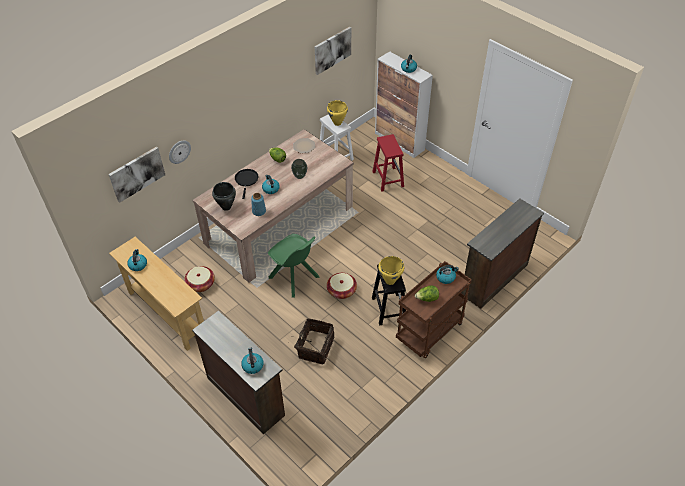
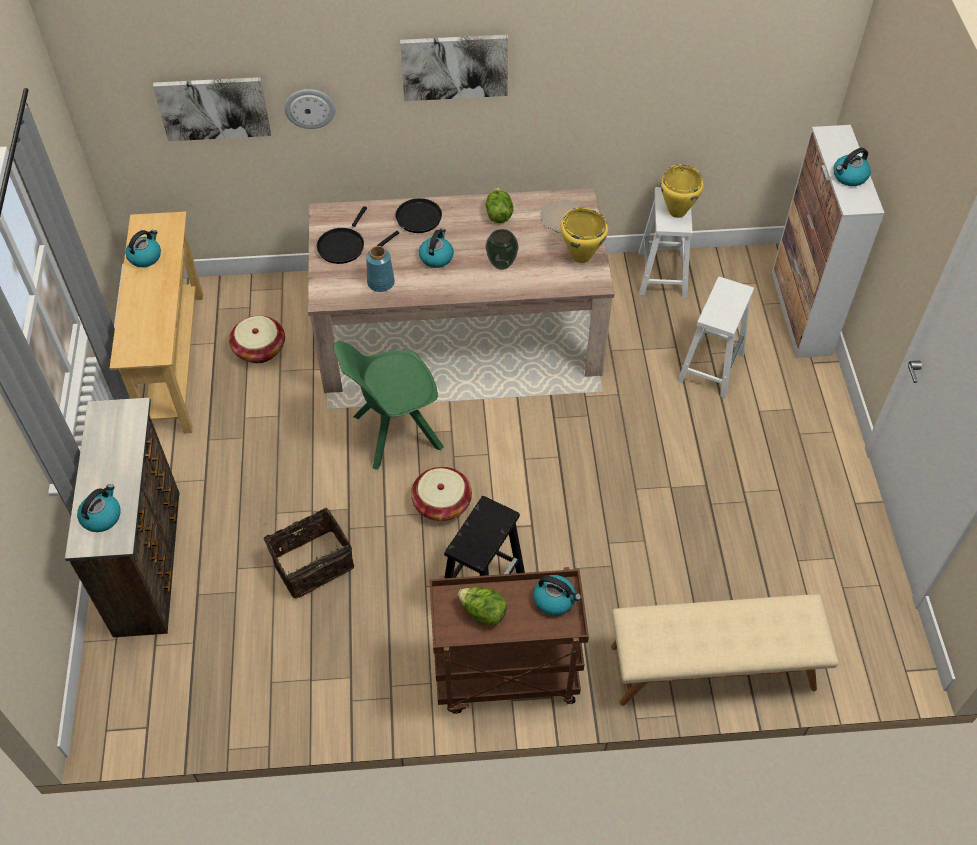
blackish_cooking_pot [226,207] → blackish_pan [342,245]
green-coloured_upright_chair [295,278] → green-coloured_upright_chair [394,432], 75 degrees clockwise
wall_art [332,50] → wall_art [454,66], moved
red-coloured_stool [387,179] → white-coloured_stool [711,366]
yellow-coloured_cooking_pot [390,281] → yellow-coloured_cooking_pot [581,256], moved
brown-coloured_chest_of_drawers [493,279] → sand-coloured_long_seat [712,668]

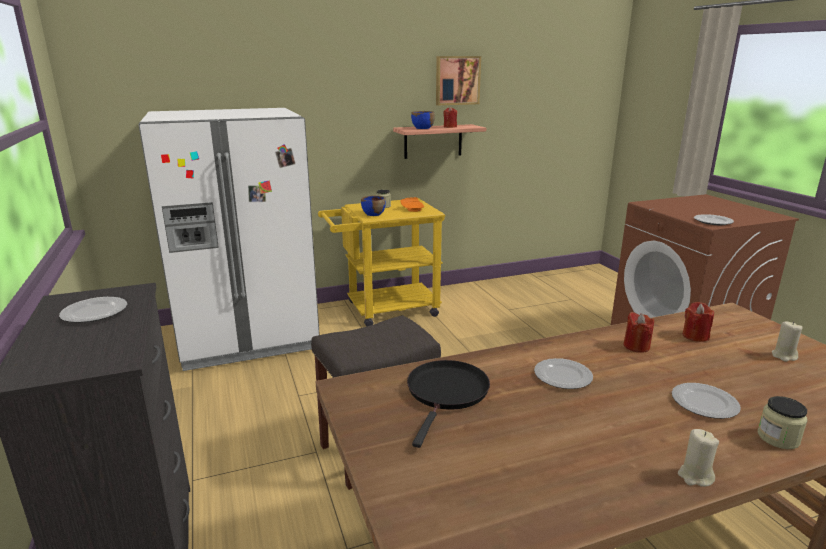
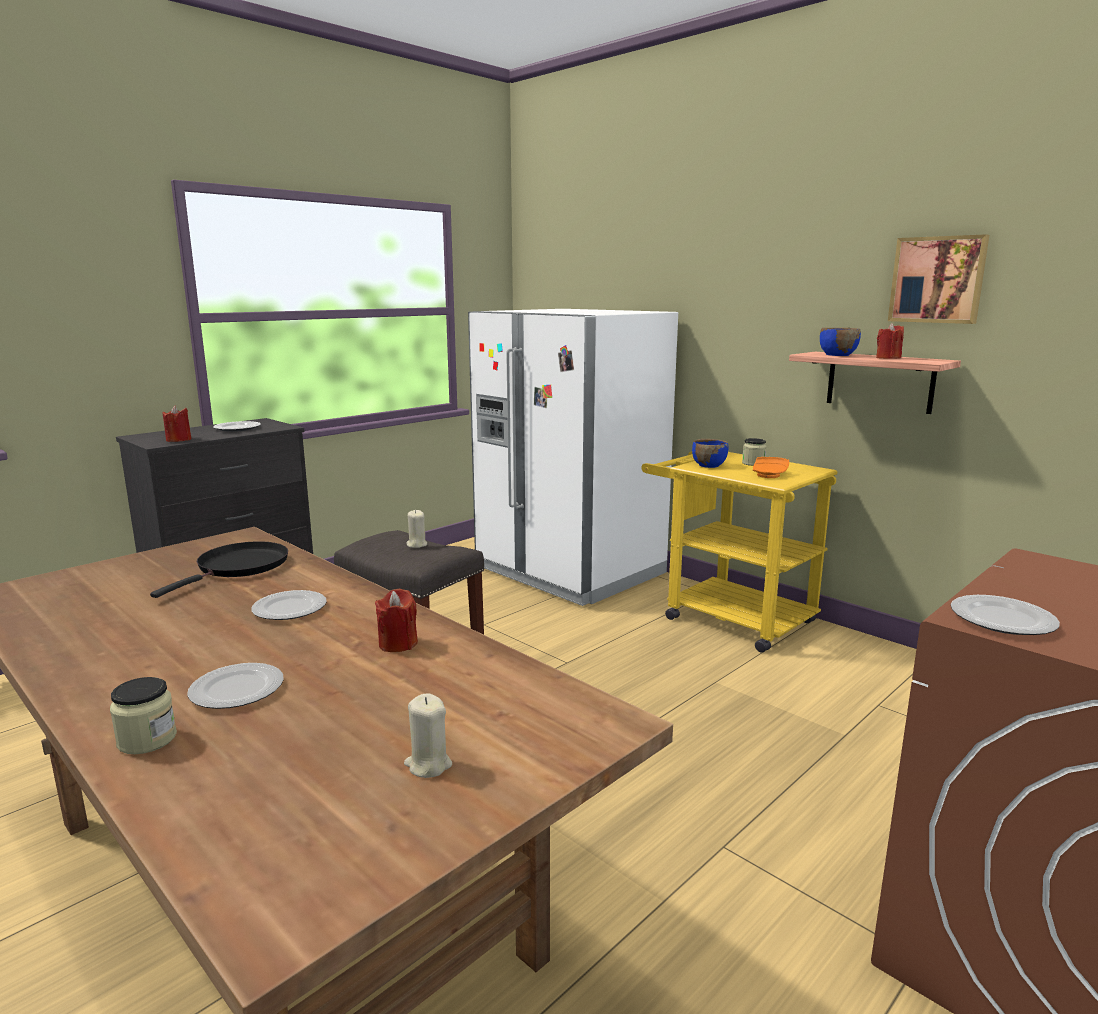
blackish_pan [446,393] → blackish_pan [239,567], 60 degrees counterclockwise
sand-coloured_wax_light [695,476] → sand-coloured_wax_light [416,544], moved
red-coloured_wax_light [695,336] → red-coloured_wax_light [178,440], moved

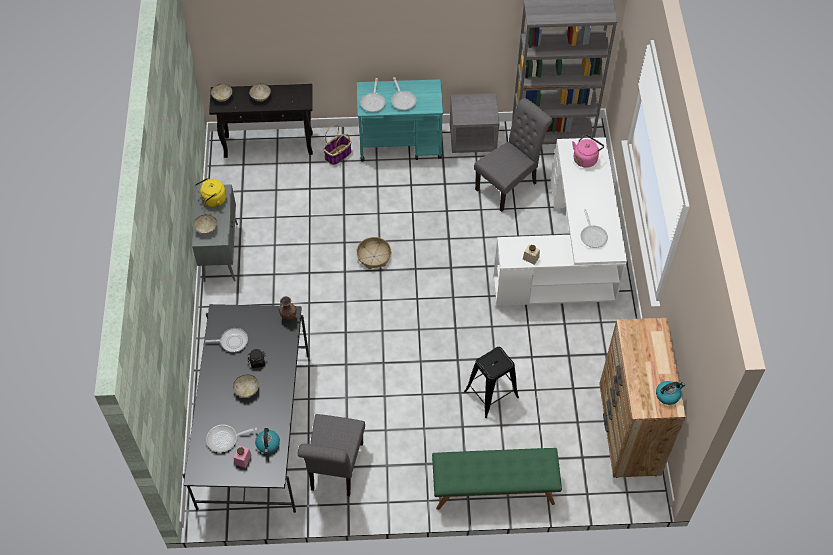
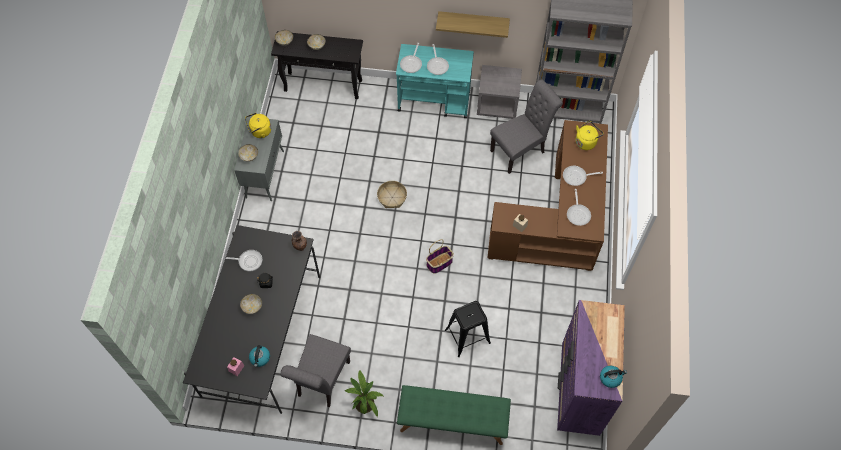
pan [225,439] → pan [576,177], moved
storage_basket [338,155] → storage_basket [439,263], moved
white-coloured_desk_unit [568,255] → brown-coloured_desk_unit [558,222]
pink_tea_kettle [585,158] → yellow-coloured_tea_kettle [586,141]
brown-coloured_chest_of_drawers [628,432] → purple_chest_of_drawers [579,391]
- → plant_in_a_pot [365,401]
- → bracket_shelf [473,21]

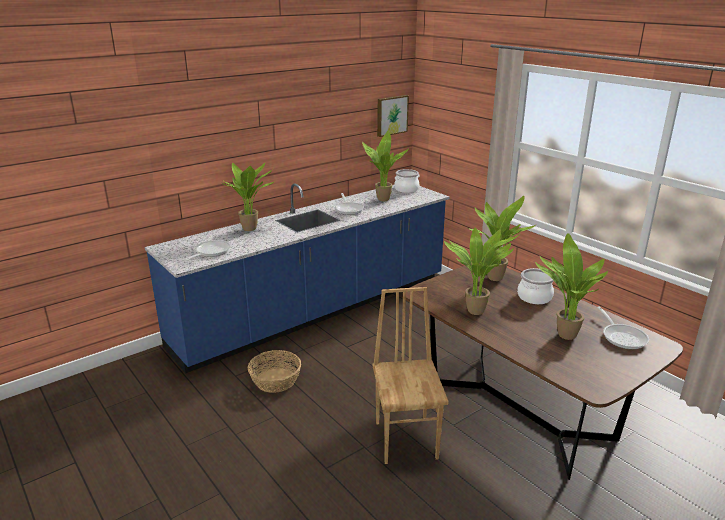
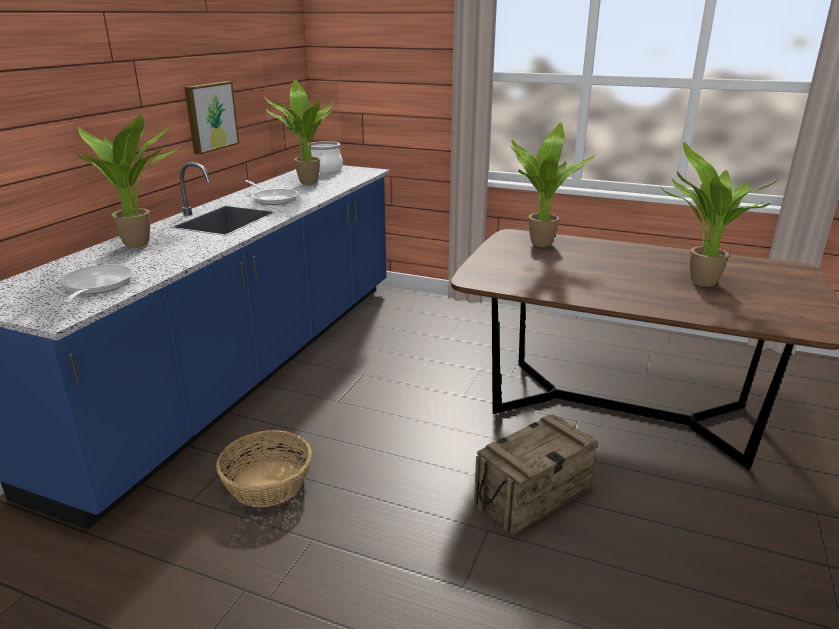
brown-coloured_upright_chair [407,439] → packing_crate [532,496]
wall_art [391,115] → wall_art [210,116], moved
plant_in_a_pot [477,310] → -
cooking_pot [534,297] → -
pan [622,337] → -

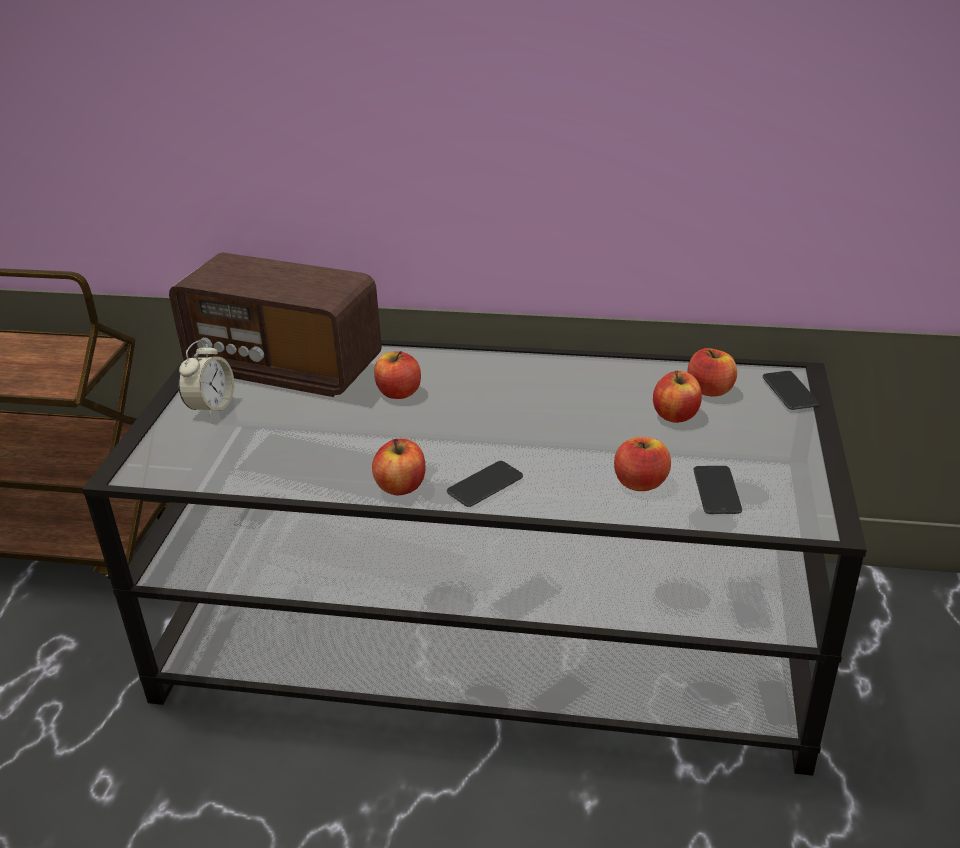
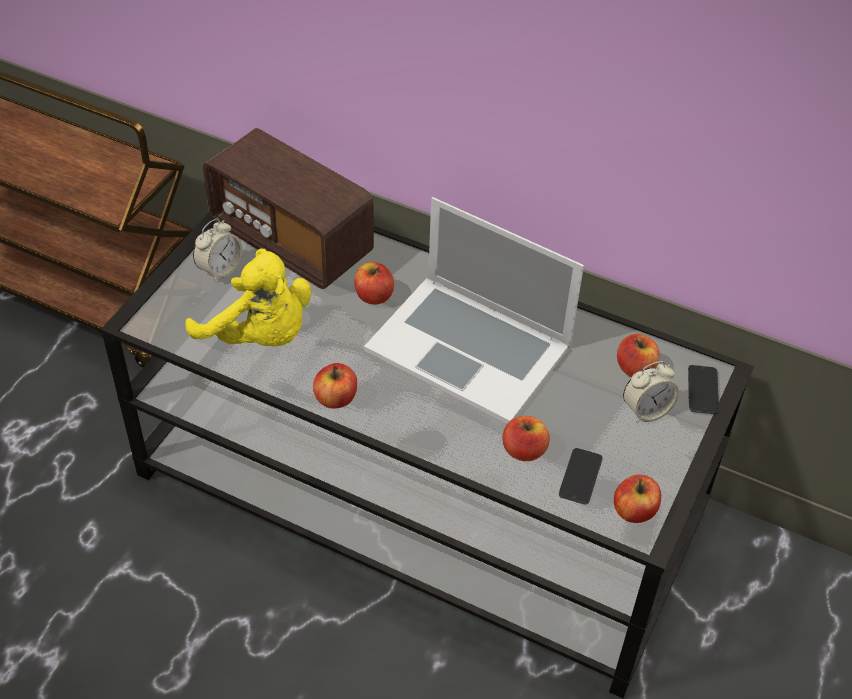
phone [485,485] → -
apple_fruit [675,415] → apple_fruit [634,511], moved
- → yellow-coloured_plush_toy [259,336]
- → portable_computer [469,347]
- → bedside_clock [646,410]

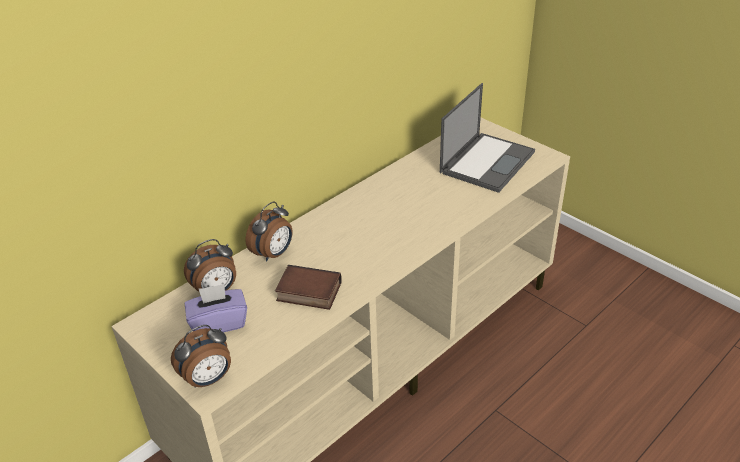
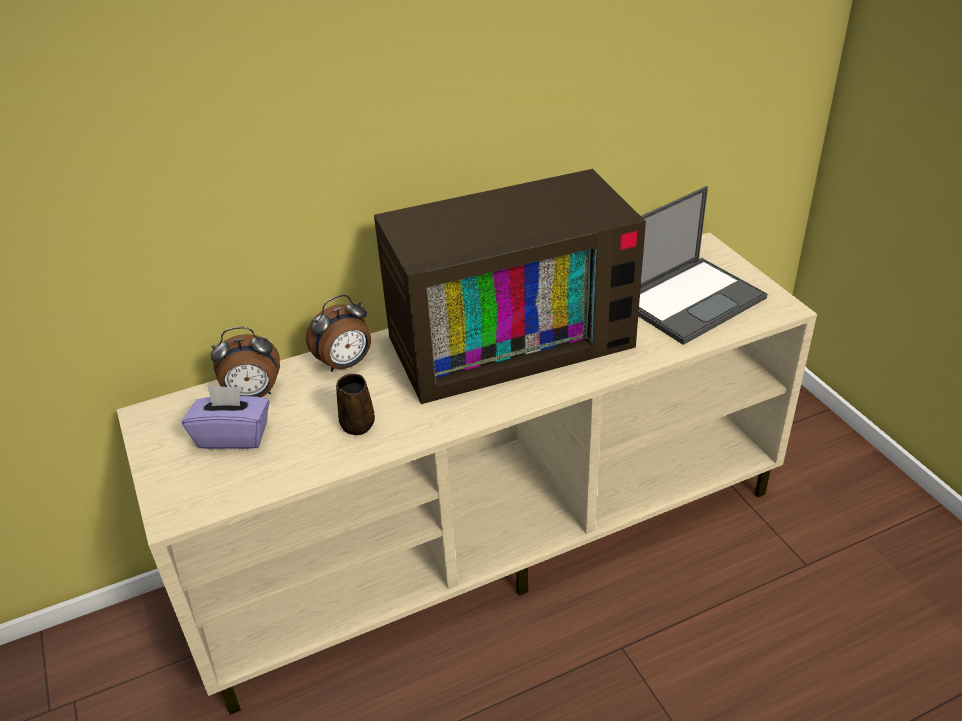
bedside_clock [208,379] → -
book [307,293] → brown-coloured_tea_mug [358,423]
- → television [510,337]

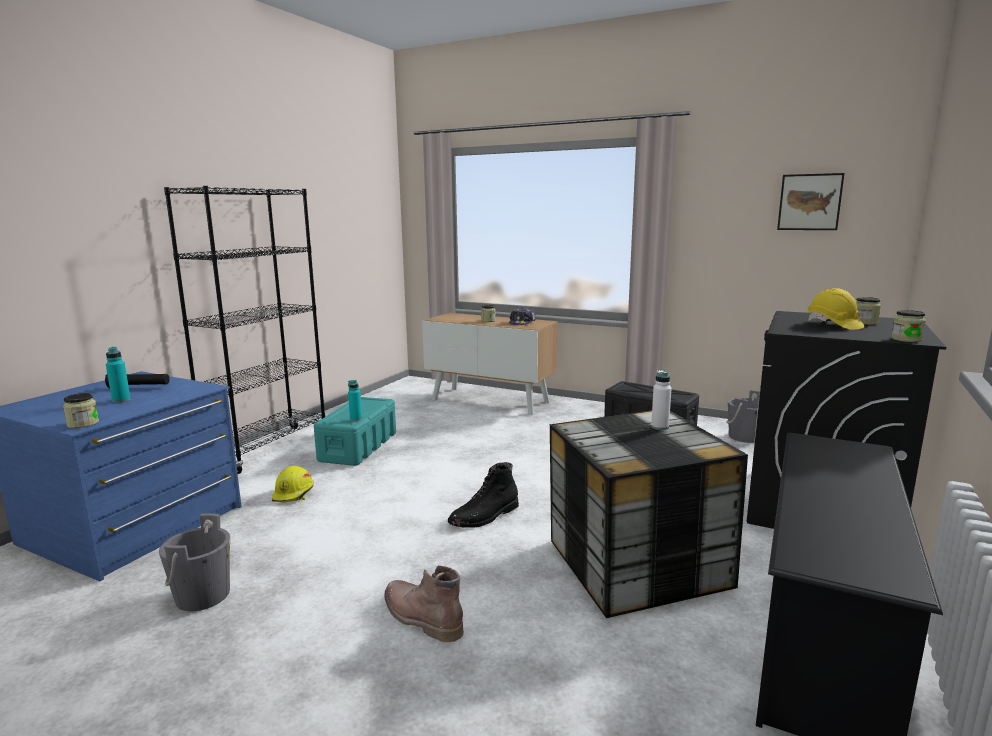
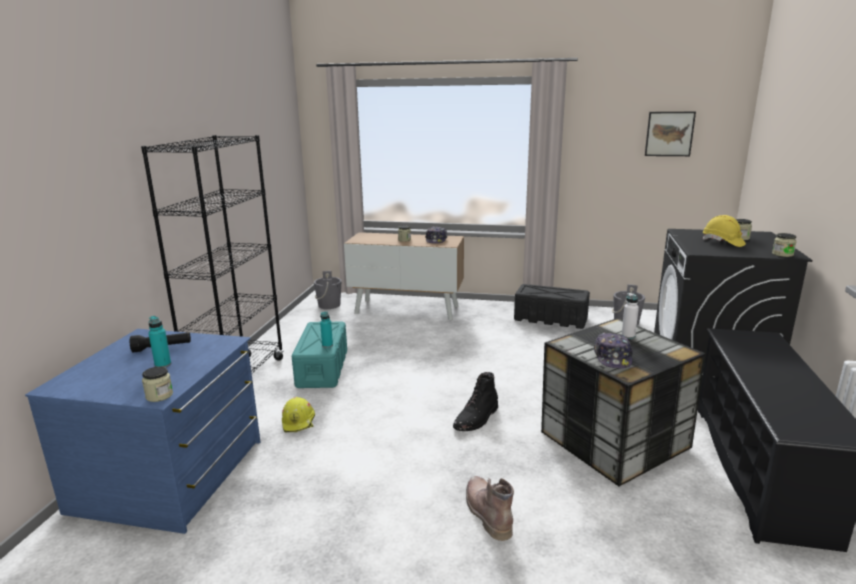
gray_water_bucket [203,595] → gray_water_bucket [329,305], moved
brown-coloured_tall_boot [420,617] → brown-coloured_tall_boot [486,512], 45 degrees clockwise
- → cap [613,358]

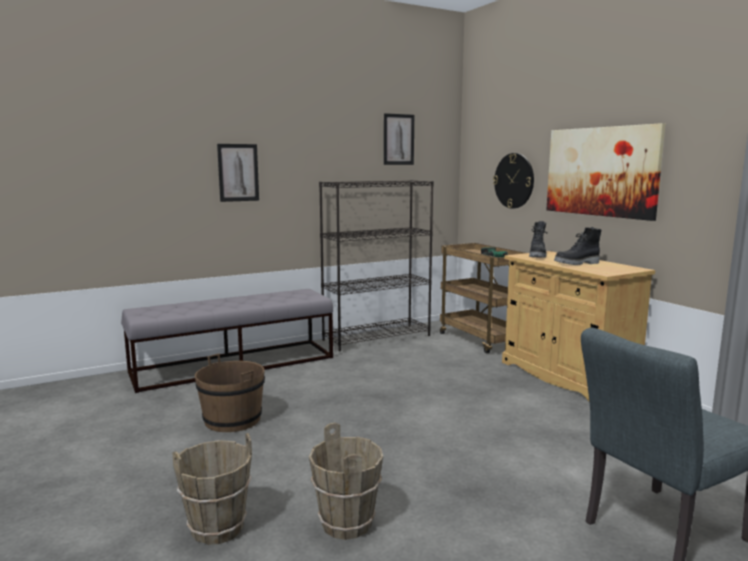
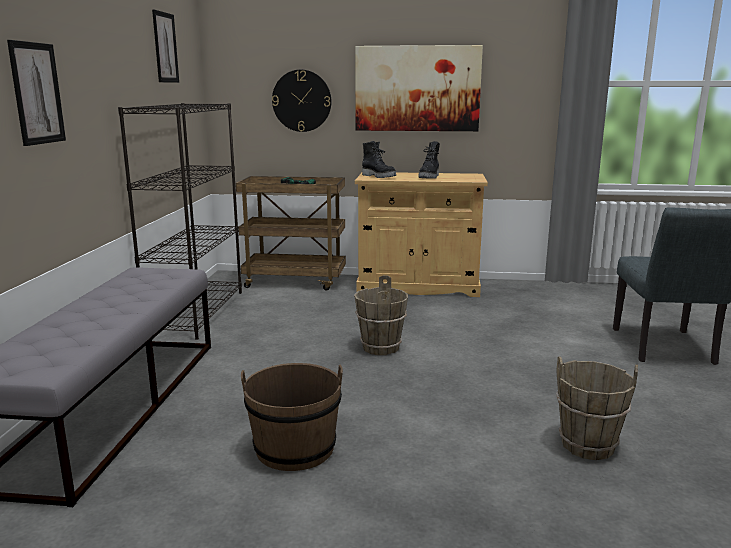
brown-coloured_water_bucket [217,528] → brown-coloured_water_bucket [380,348], moved

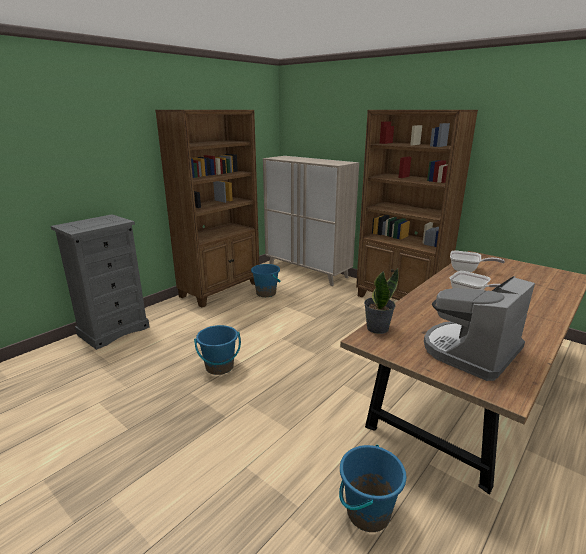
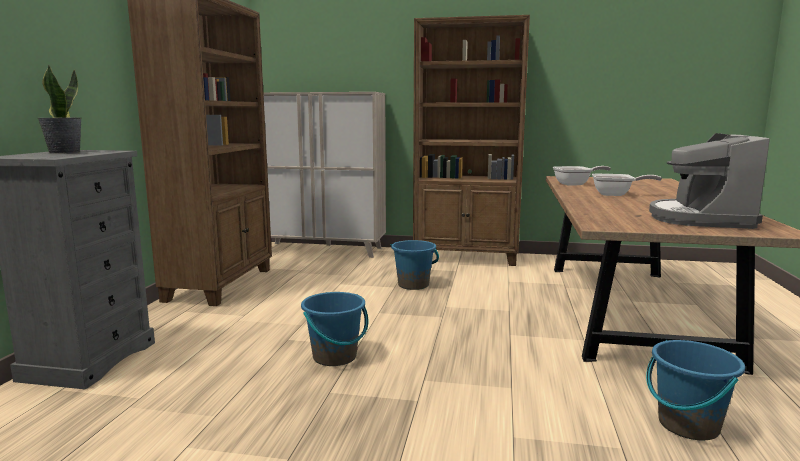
blue-coloured_water_bucket [266,293] → blue-coloured_water_bucket [413,285], moved
plant_in_a_pot [377,328] → plant_in_a_pot [64,152], moved

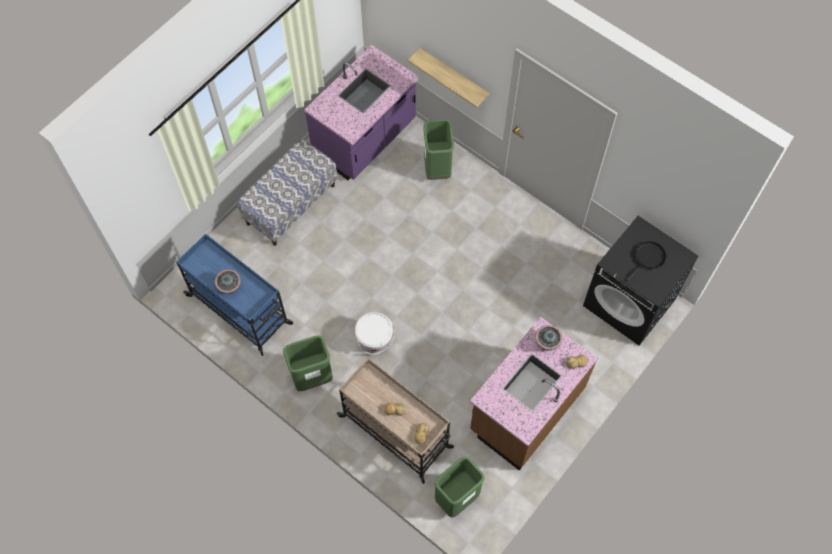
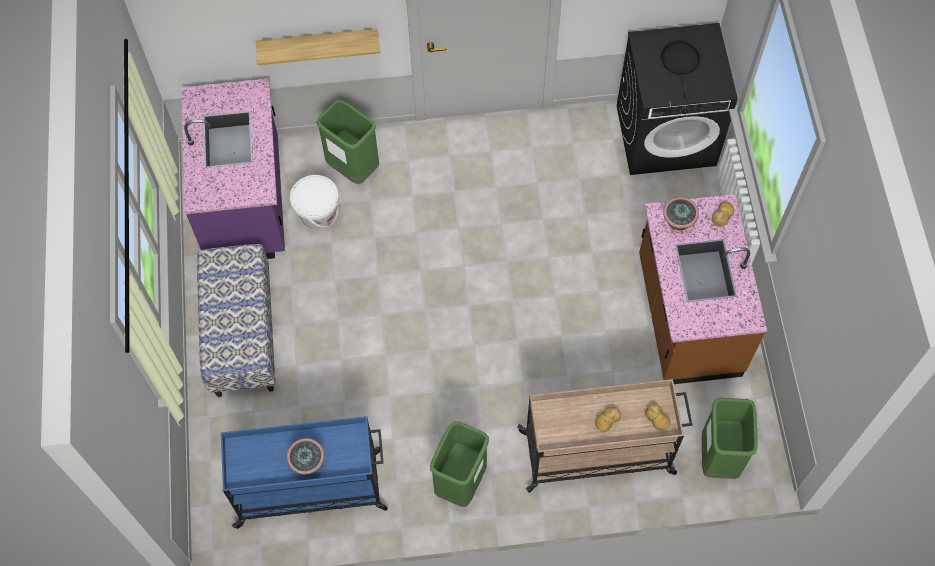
white-coloured_water_bucket [374,340] → white-coloured_water_bucket [318,213], moved

